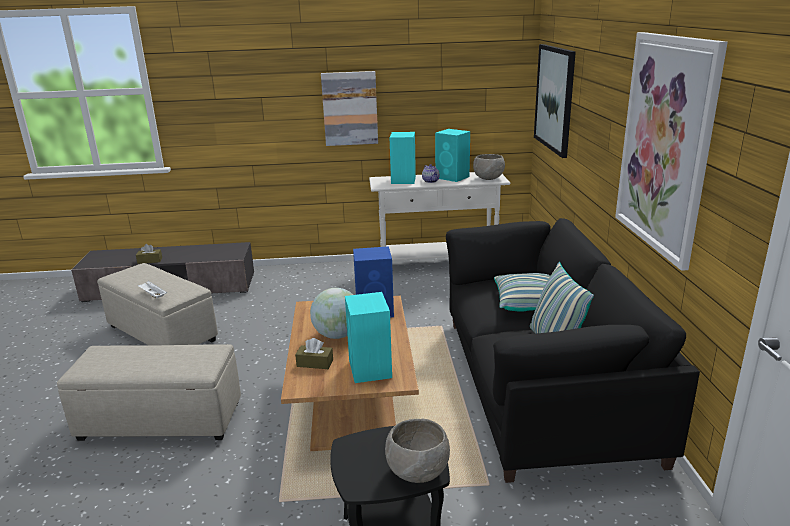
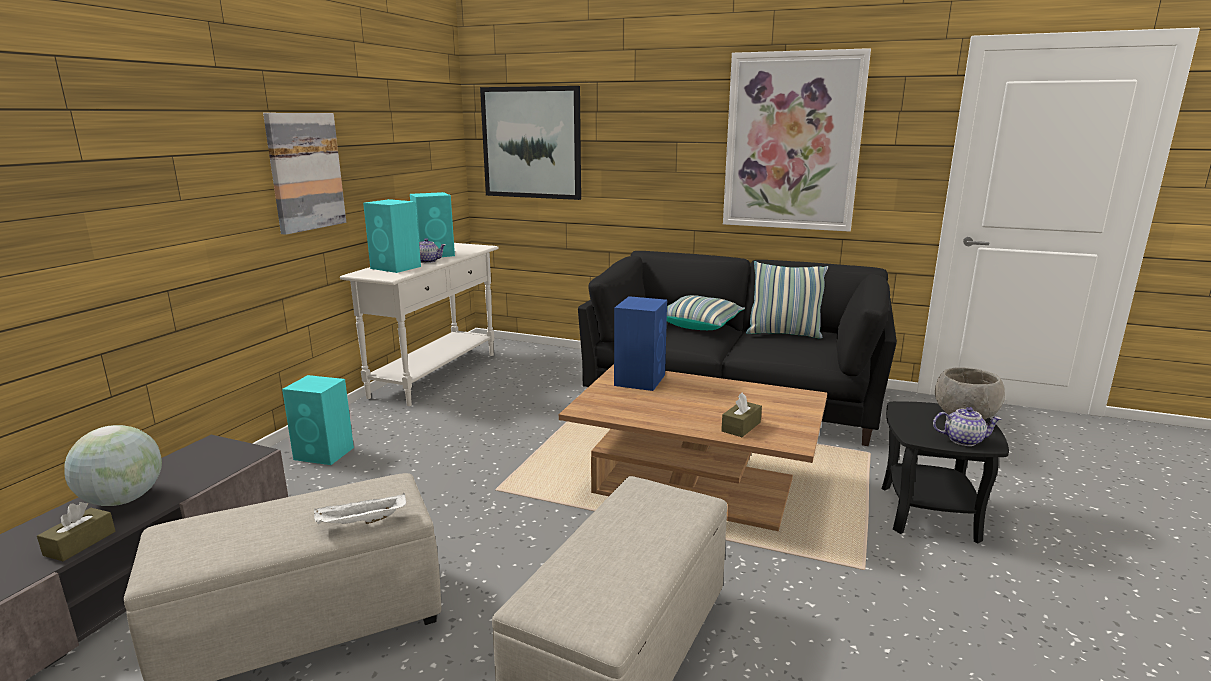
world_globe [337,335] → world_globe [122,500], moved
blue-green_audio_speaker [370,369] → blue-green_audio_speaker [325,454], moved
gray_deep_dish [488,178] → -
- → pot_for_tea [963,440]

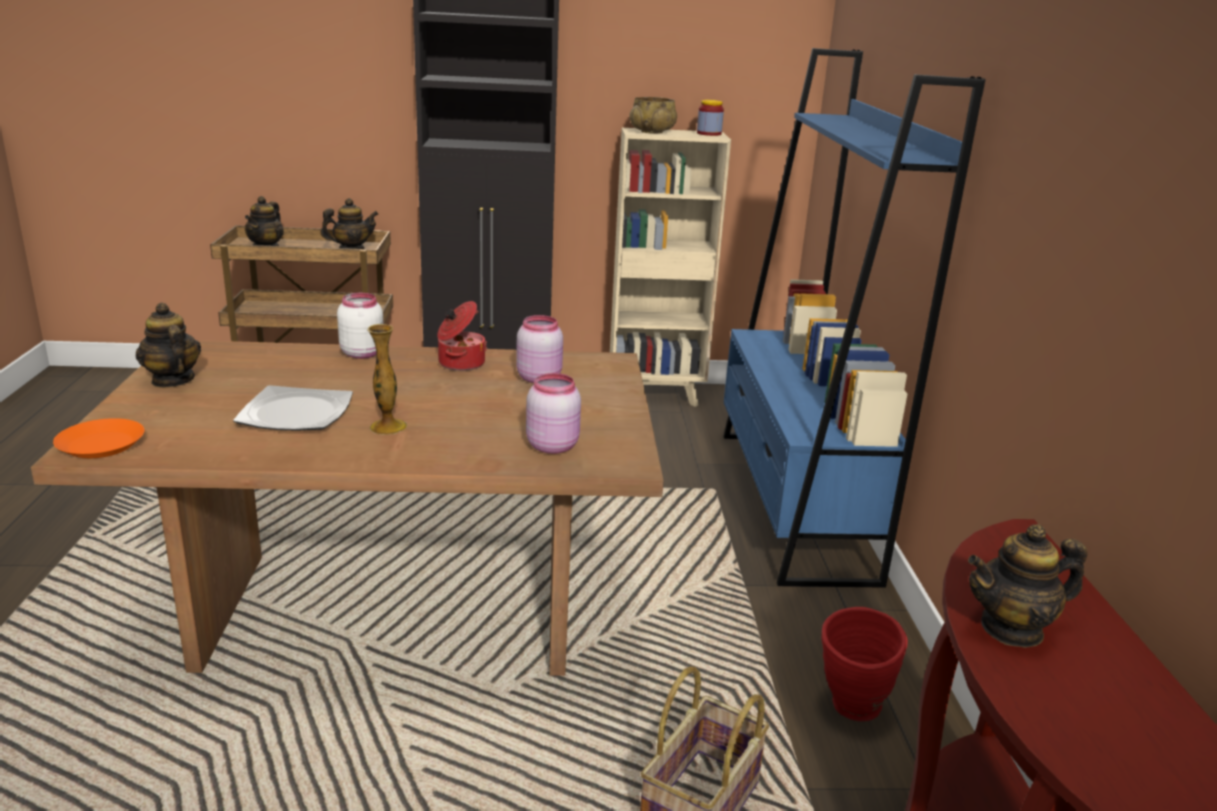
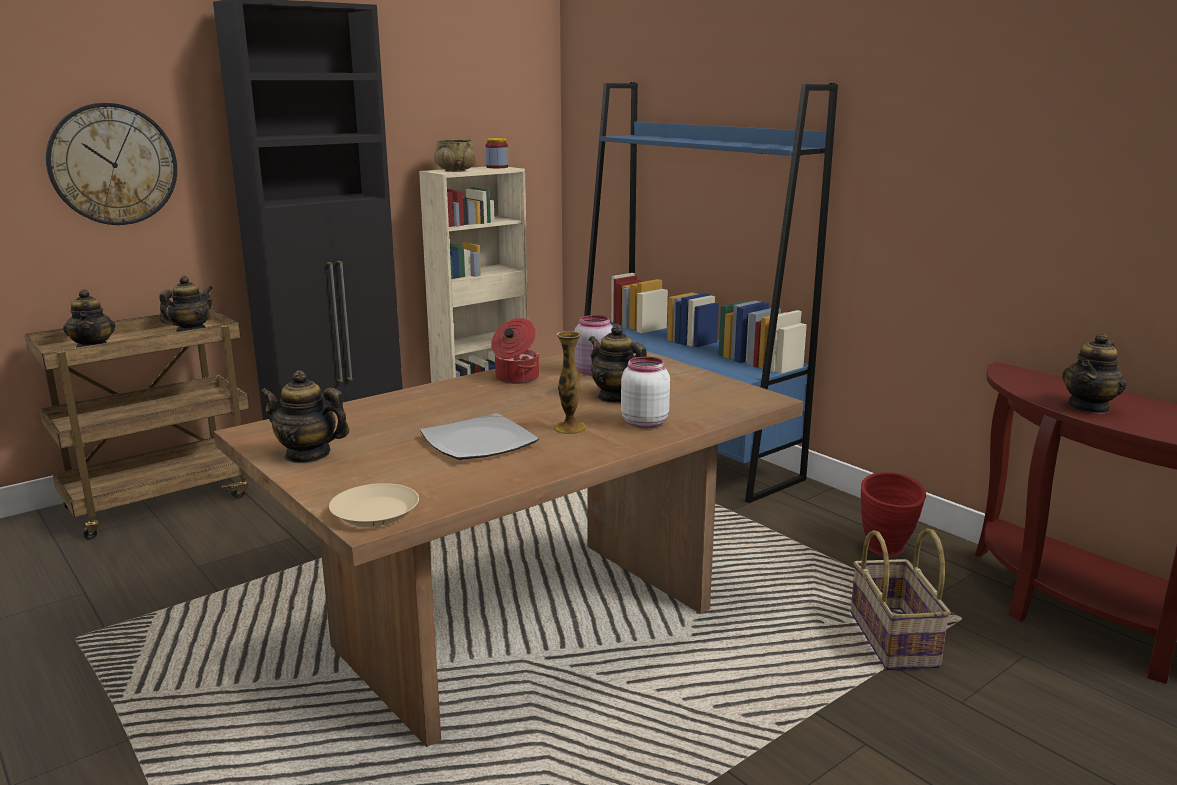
orange_dinner_plate [101,445] → sand-coloured_dinner_plate [376,512]
white-coloured_preserve_jar [363,353] → white-coloured_preserve_jar [644,422], moved
pink_preserve_jar [552,445] → -
- → clock_on_the_wall [113,164]
- → pot_for_tea [616,397]

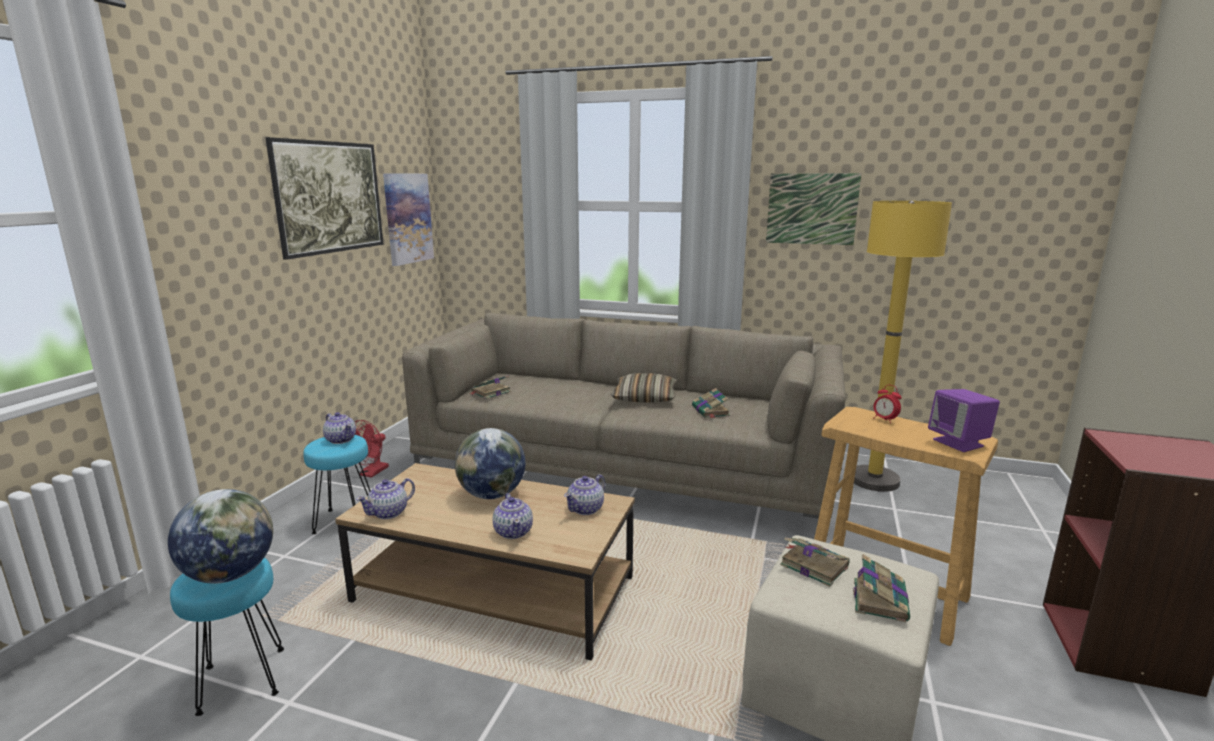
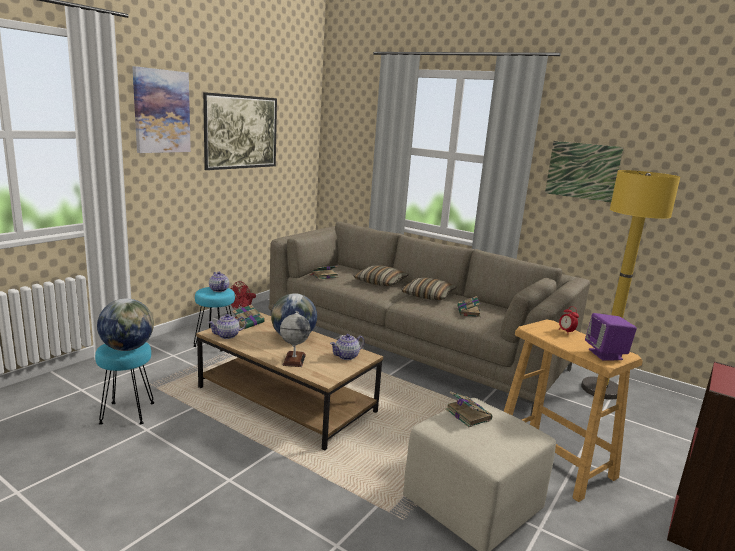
wall_art [407,218] → wall_art [161,111], moved
pot_for_tea [513,531] → world_globe [294,360]
book [879,599] → book [248,323], moved
- → pillow [380,282]

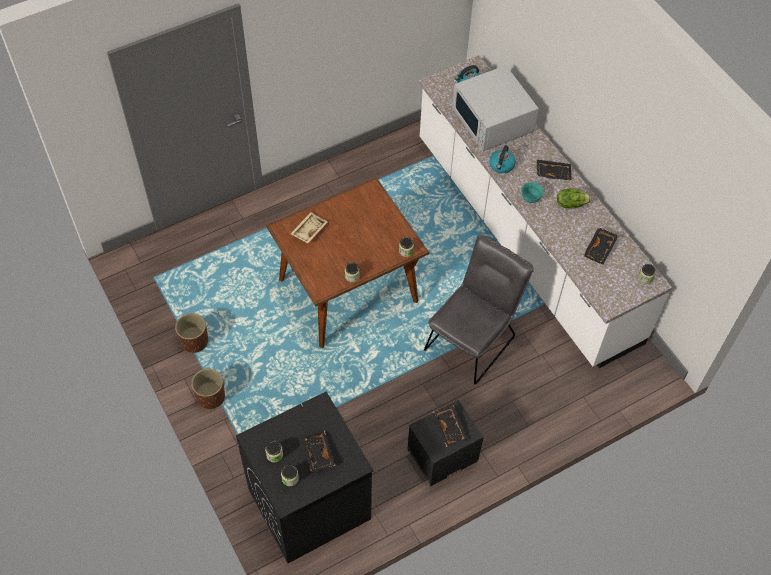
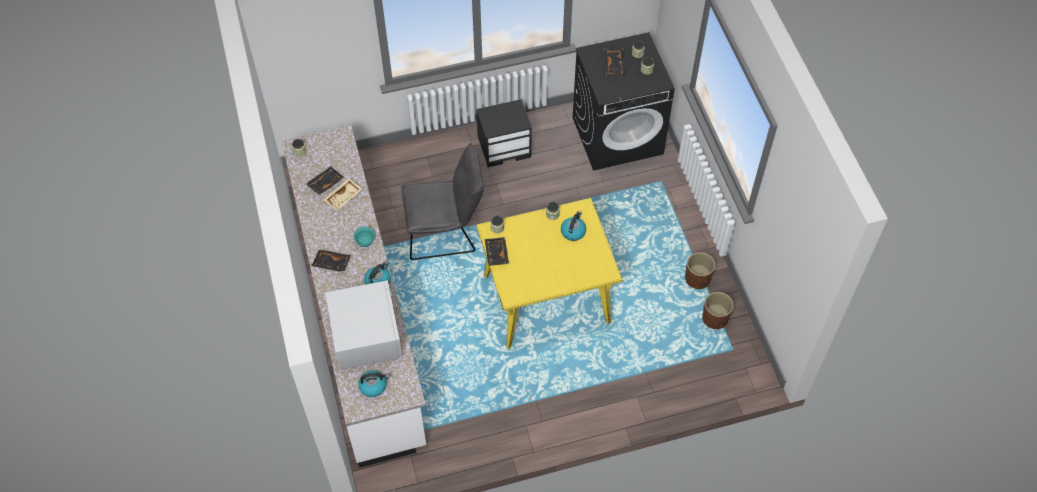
brown-coloured_flower_pot [210,397] → brown-coloured_flower_pot [715,318], moved
brown-coloured_dinner_table [348,290] → yellow-coloured_dinner_table [546,298]
sand-coloured_tray [308,230] → sand-coloured_tray [344,197], moved
gray_upright_chair [473,339] → gray_upright_chair [445,232], 150 degrees counterclockwise
blackish_tray [450,428] → blackish_tray [495,254], moved
lettuce [570,204] → -
- → tea_kettle [573,231]

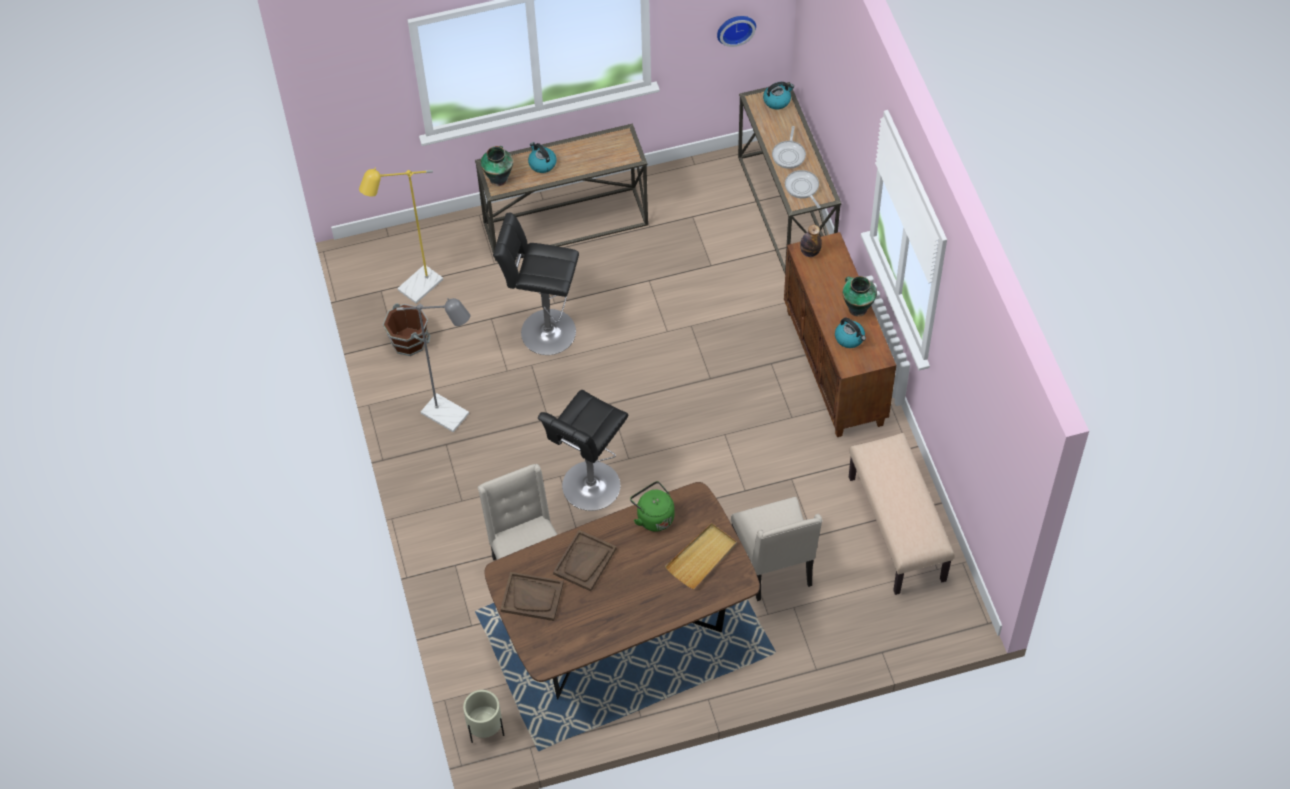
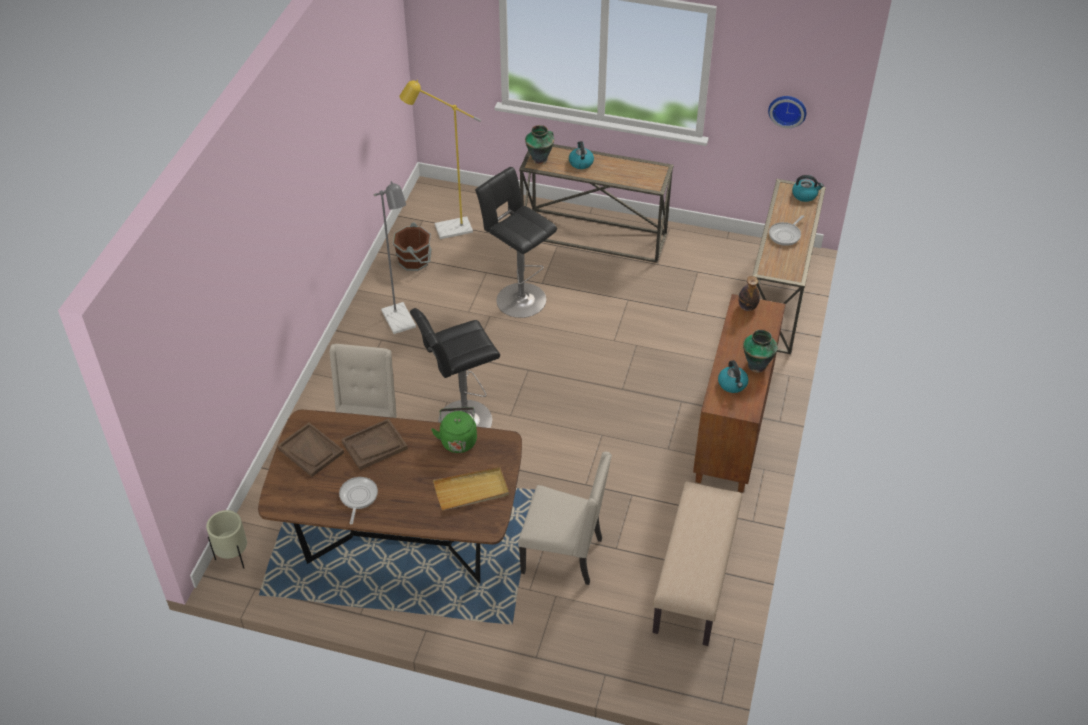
sand-coloured_upright_chair [774,566] → sand-coloured_upright_chair [564,555], 90 degrees counterclockwise
pan [802,188] → pan [358,497], moved

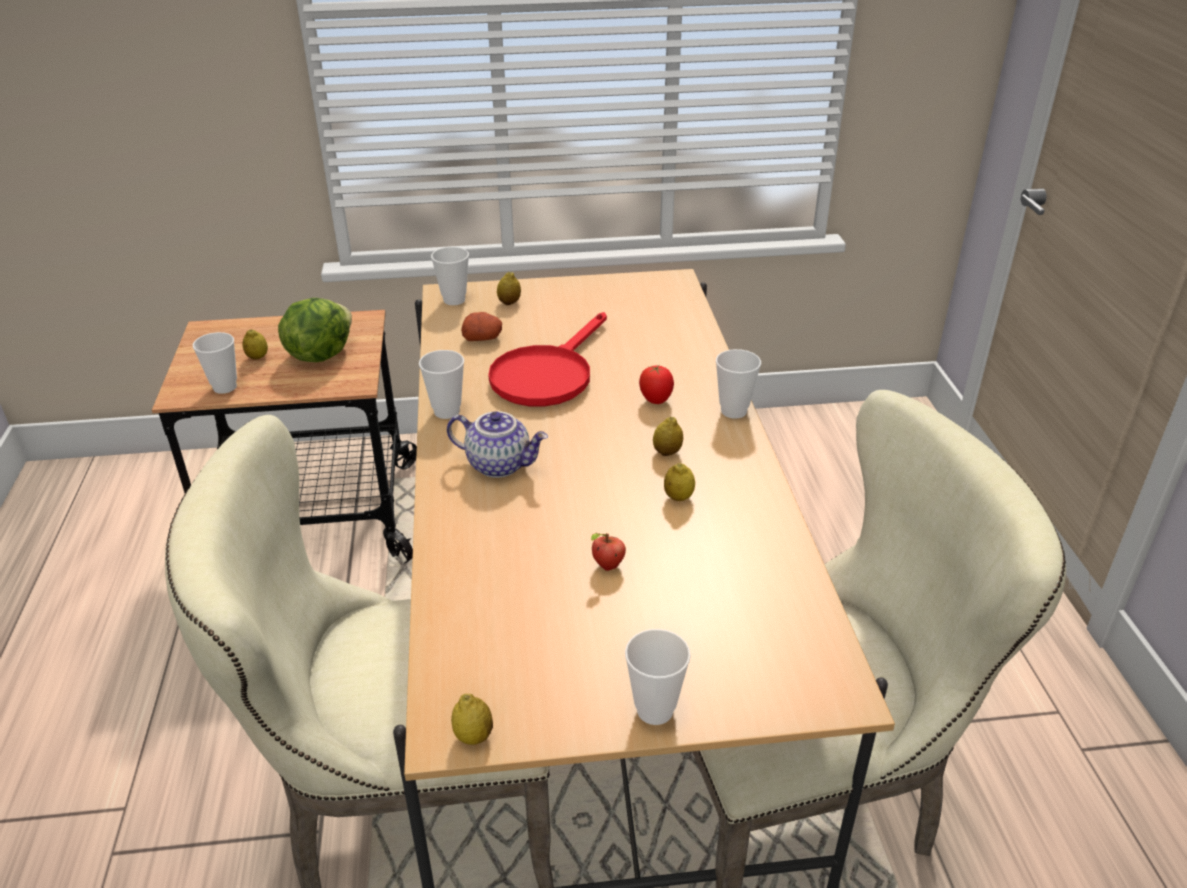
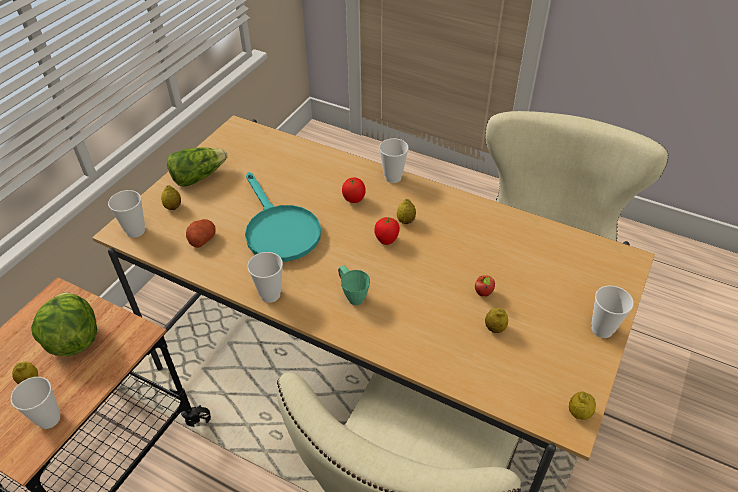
pot_for_tea [500,464] → green-coloured_tea_mug [352,295]
red-coloured_pan [547,374] → blue-green_pan [279,230]
lemon [678,497] → lemon [494,328], moved
- → lettuce [198,176]
- → tomato [386,241]

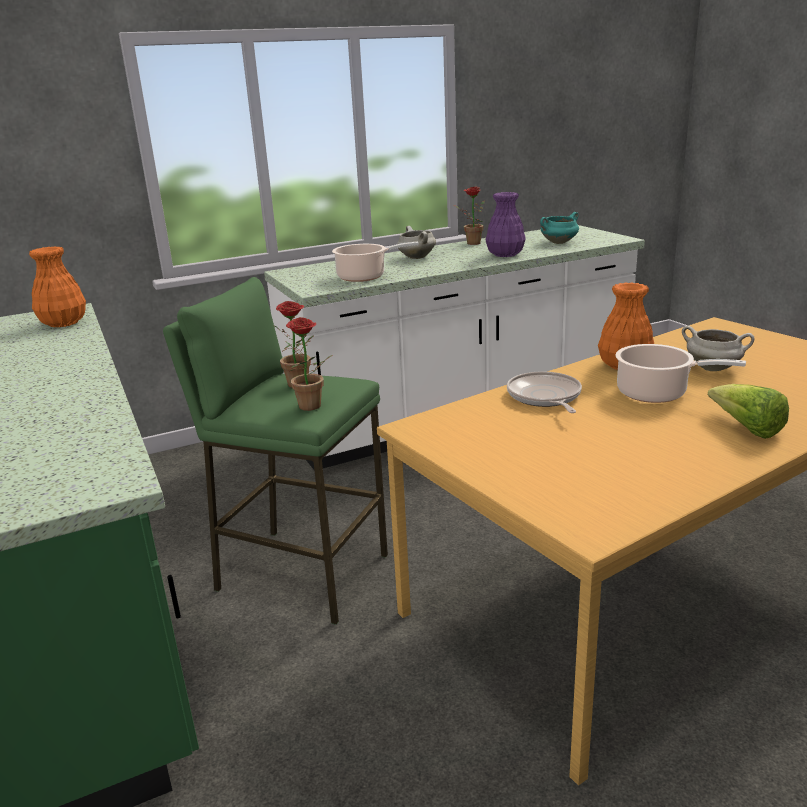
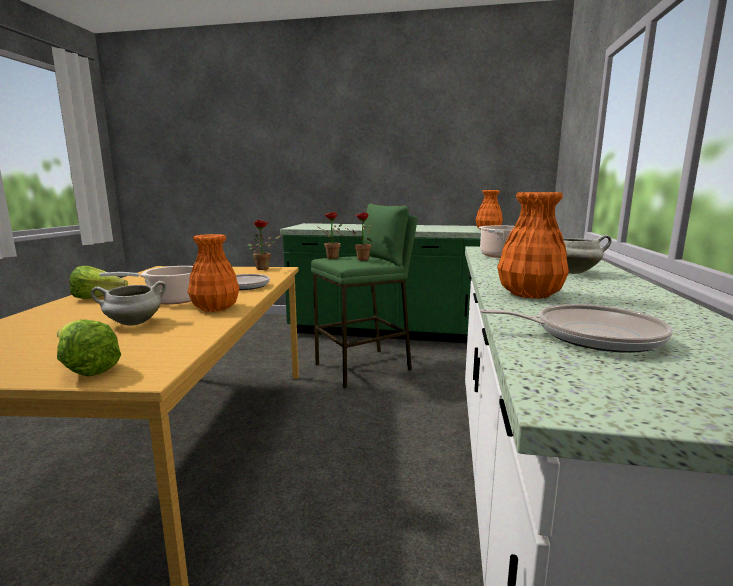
plant_in_a_pot [470,243] → plant_in_a_pot [265,268], moved
purple_decorative_vase [505,254] → orange_decorative_vase [530,294]
blue-green_cooking_pot [559,243] → pan [590,336]
- → lettuce [86,368]

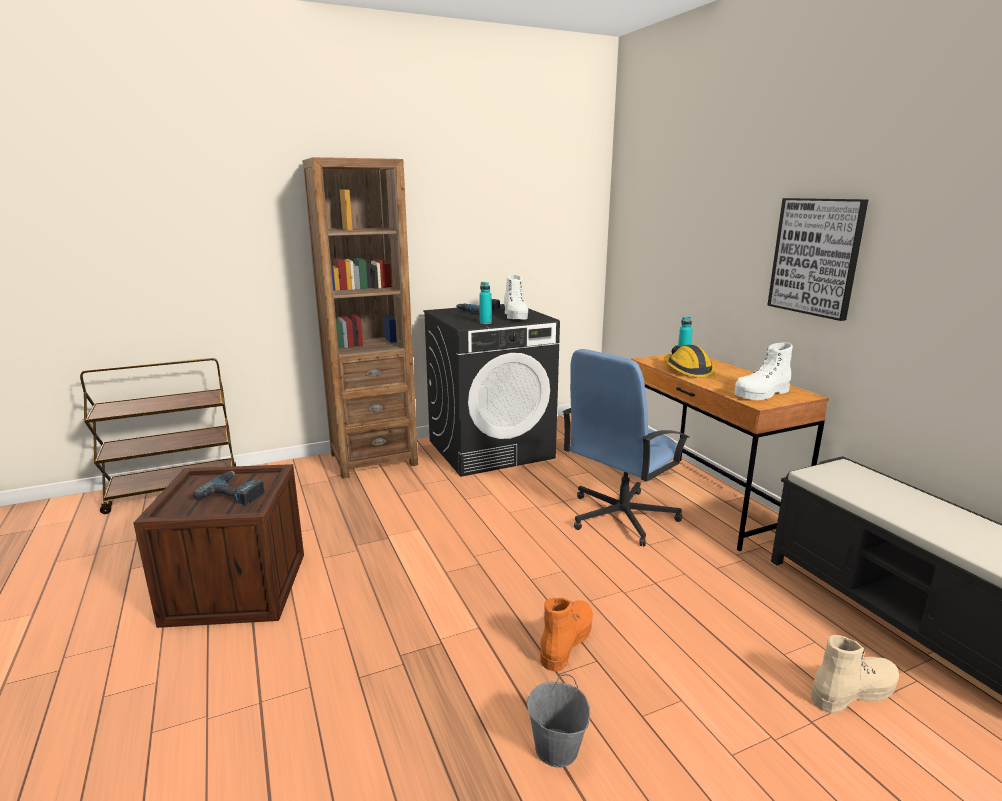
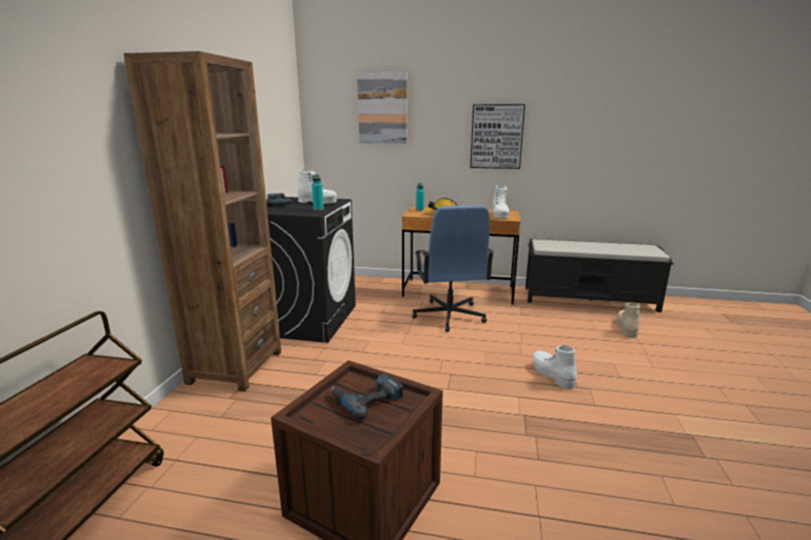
gray_water_bucket [557,749] → -
orange_tall_boot [566,642] → white-coloured_tall_boot [552,374]
- → wall_art [382,108]

